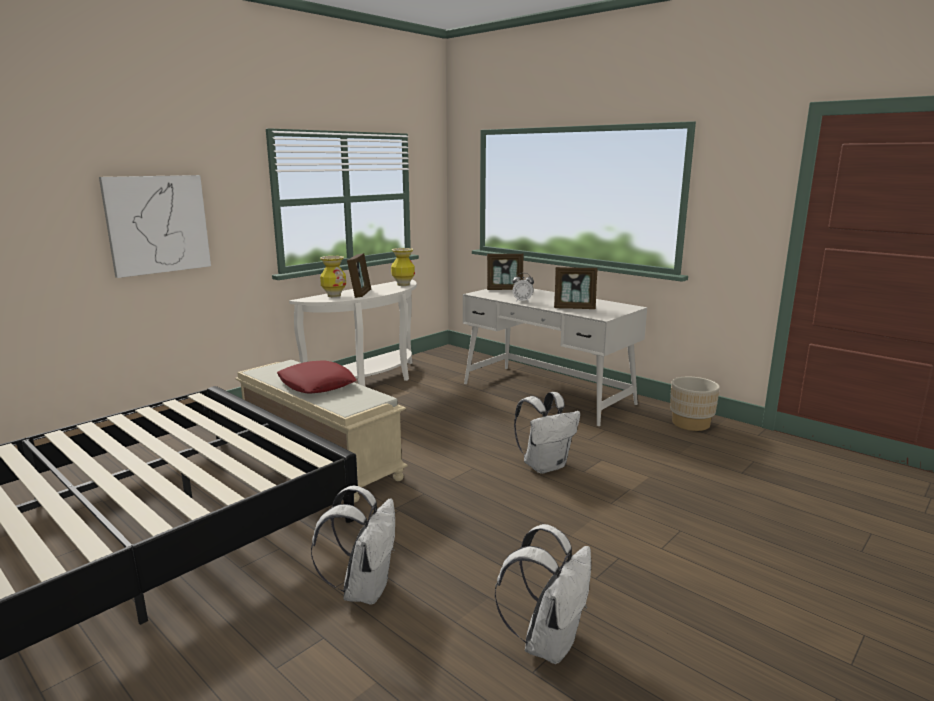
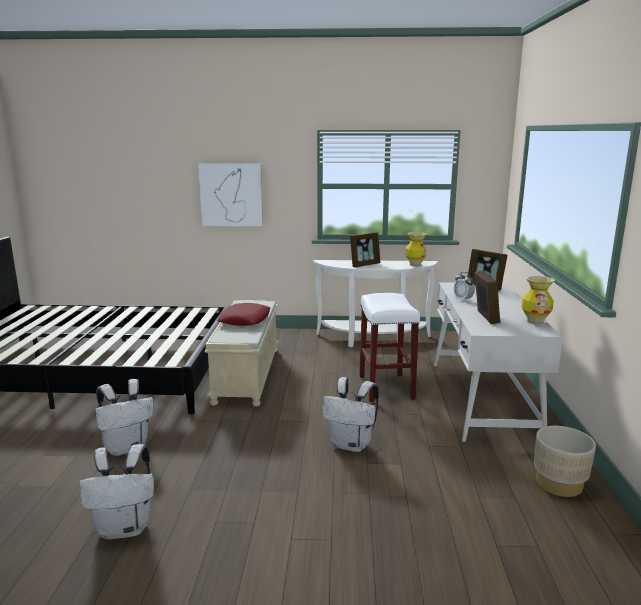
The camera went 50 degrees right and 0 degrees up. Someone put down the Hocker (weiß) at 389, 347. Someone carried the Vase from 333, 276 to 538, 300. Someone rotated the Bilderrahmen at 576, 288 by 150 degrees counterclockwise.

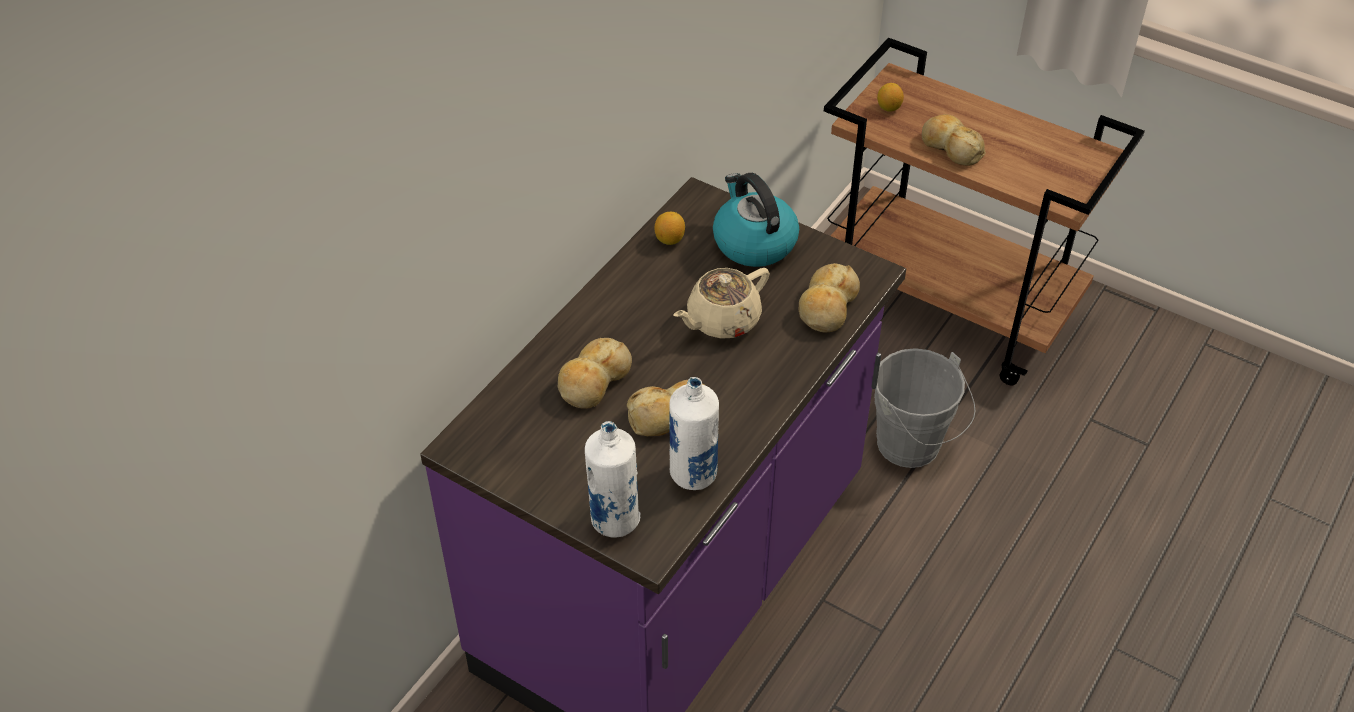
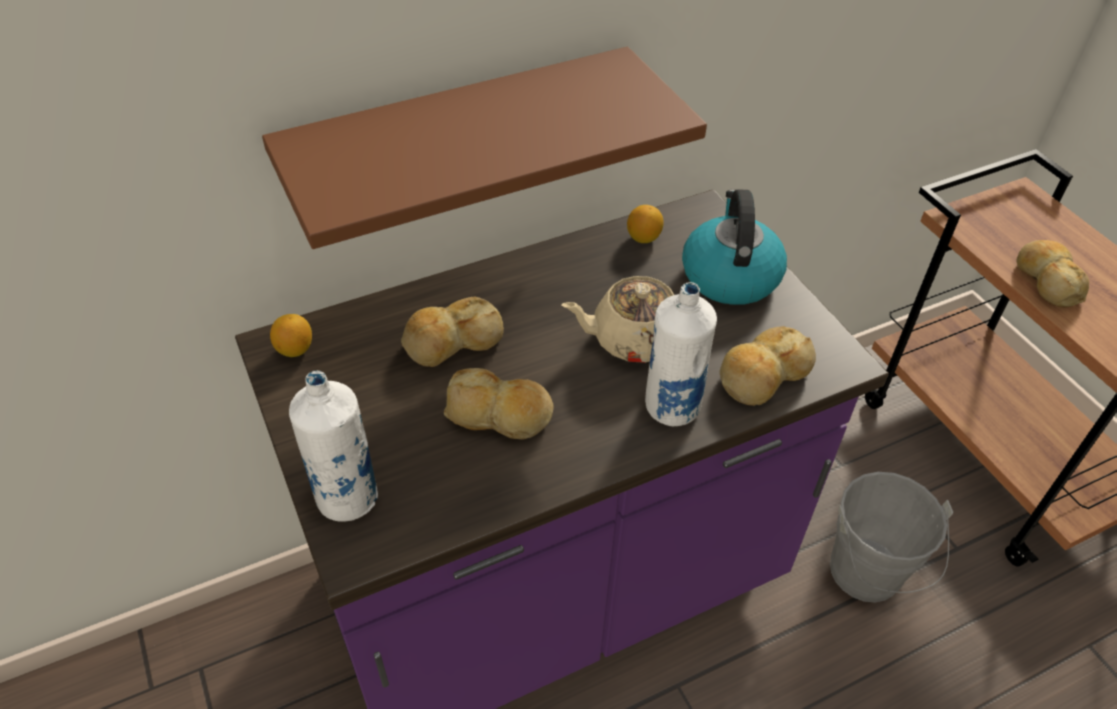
The camera went 30 degrees right and 0 degrees up. Someone put up the Wandregal (braun) at 484, 148. Someone carried the Flasche (weiß) from 694, 433 to 681, 354. Someone carried the Zitrone from 890, 97 to 291, 335.

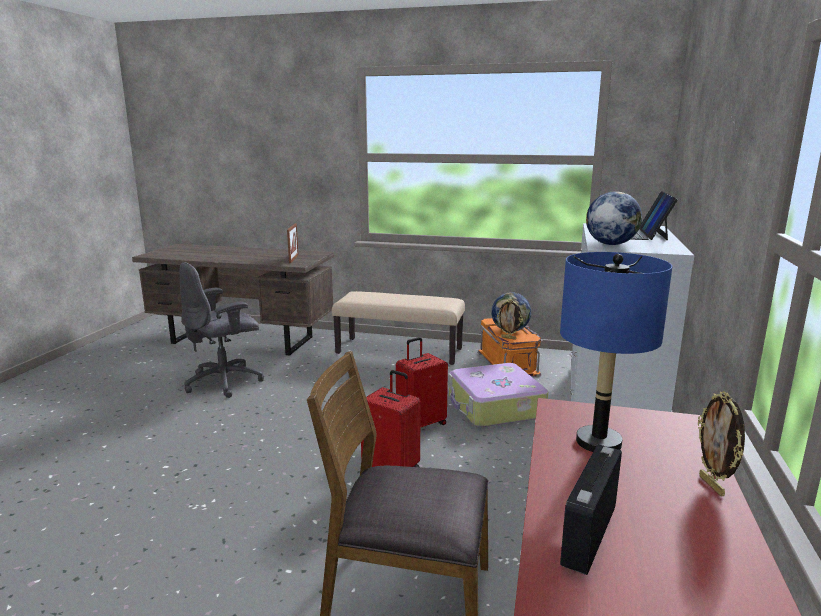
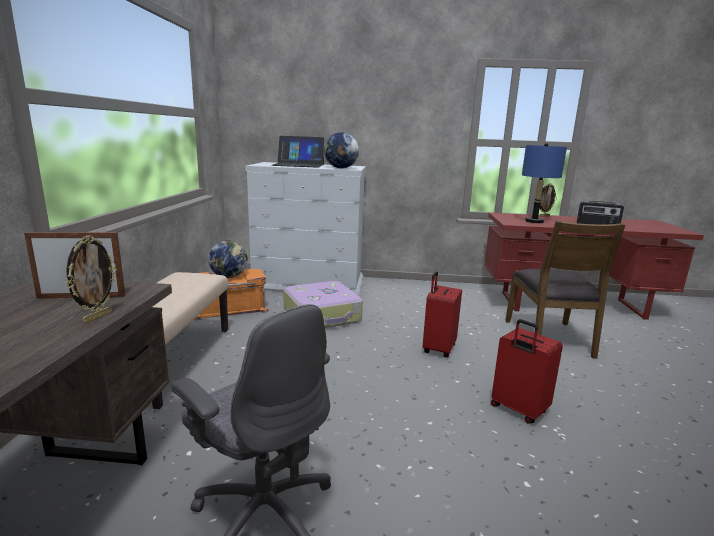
The camera went 100 degrees left and 0 degrees up. Someone carried the Koffer (rot) from 422, 382 to 527, 371. Someone carried the Bilderrahmen from 510, 319 to 91, 279.

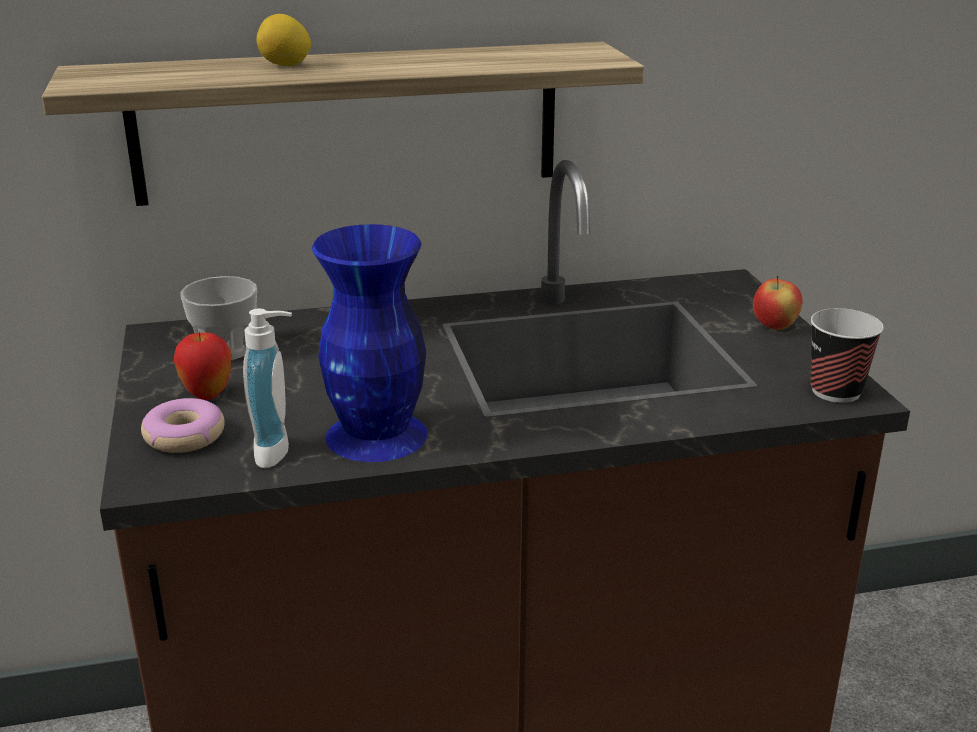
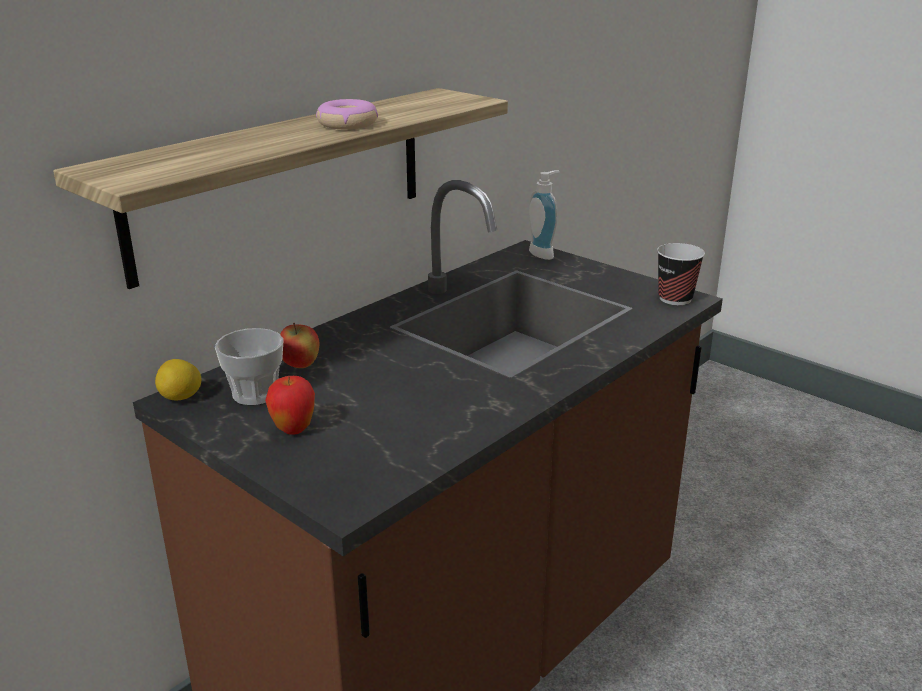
The camera went 35 degrees left and 0 degrees up. Someone took away the Vase (blau) at 369, 343. Someone carried the Donut from 183, 425 to 347, 114. Someone carried the Seifenspender from 267, 388 to 544, 215. Someone carried the Zitrone from 283, 40 to 178, 379. Someone carried the Apfel from 778, 303 to 299, 345.

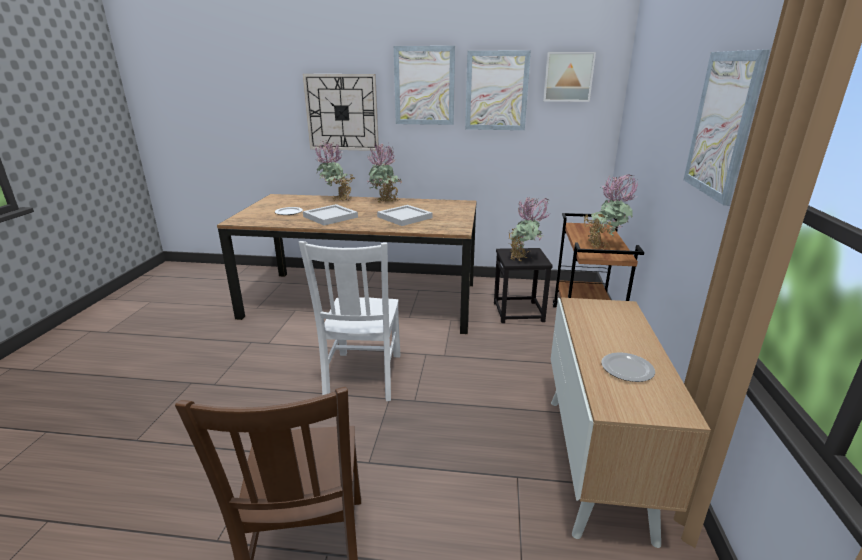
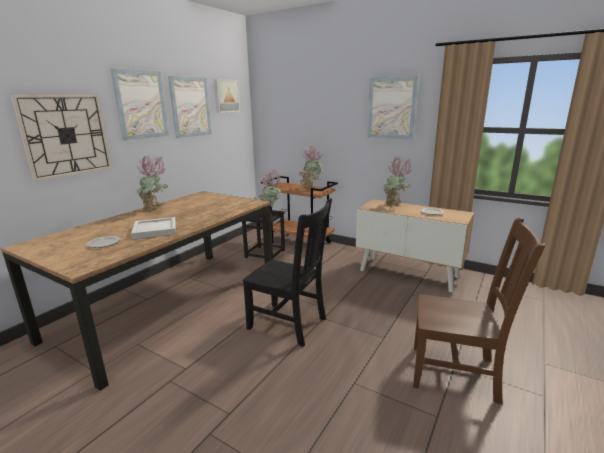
The camera went 65 degrees left and 5 degrees down. Someone took away the Tablett (weiß) at 405, 215. Someone carried the Topfpflanze from 335, 170 to 397, 181. Someone repainted the Stuhl (weiß) at 350, 321, which became the Stuhl (schwarz) at 287, 272.

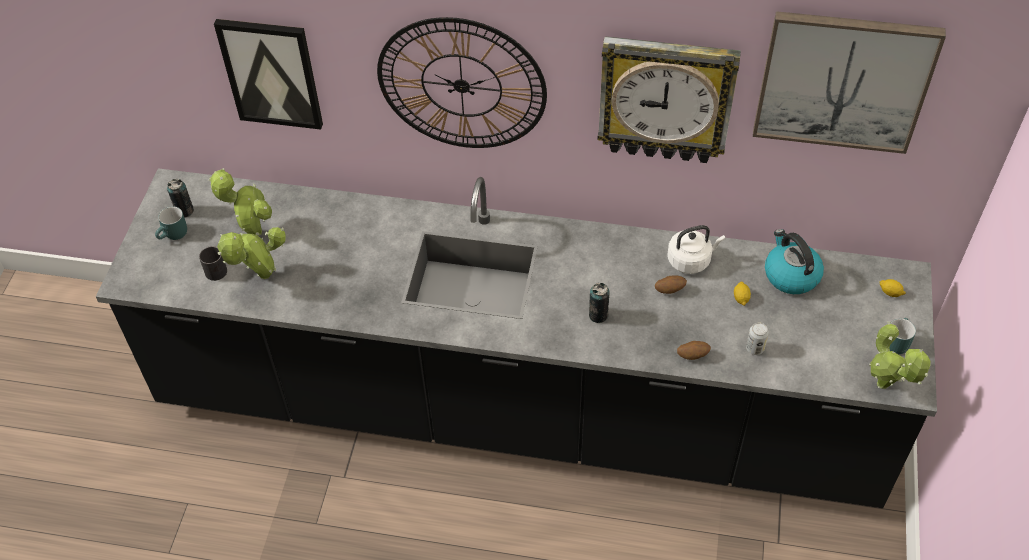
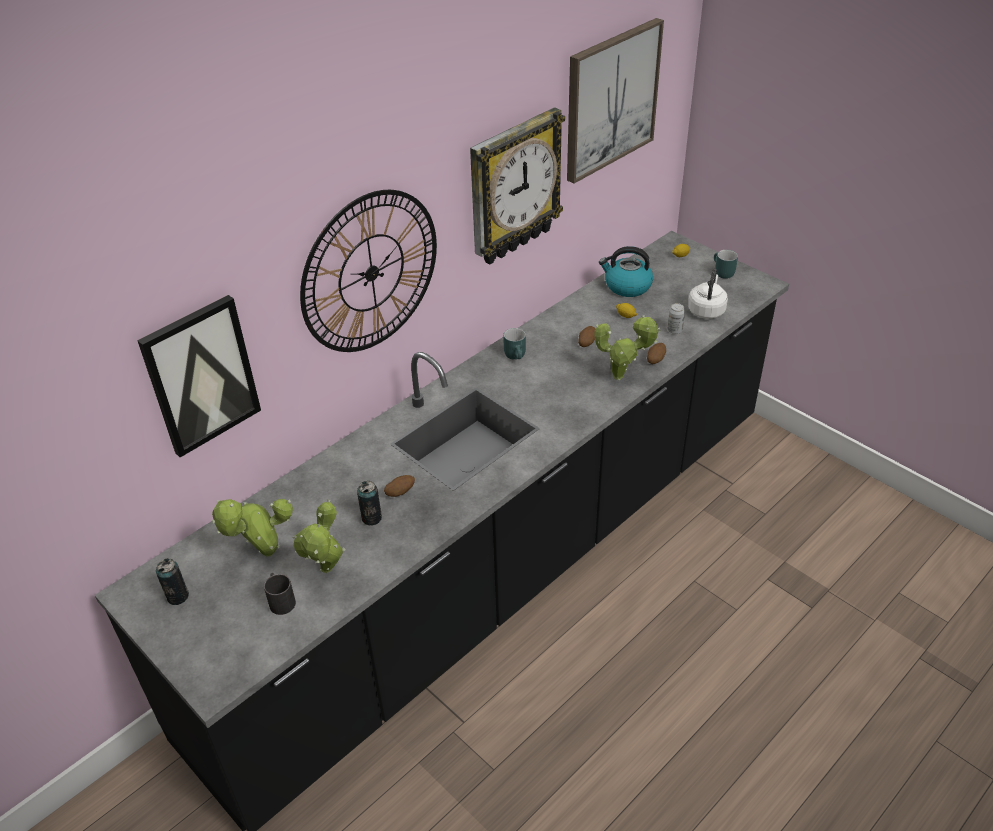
The camera went 55 degrees left and 10 degrees down. Someone put down the Kartoffel at 399, 486. Someone carried the Henkelbecher (türkis) from 171, 223 to 514, 344. Someone carried the Dose from 599, 303 to 369, 503. Someone carried the Wasserkessel (weiß) from 696, 249 to 708, 294. Someone carried the Topfpflanze from 899, 355 to 627, 348.

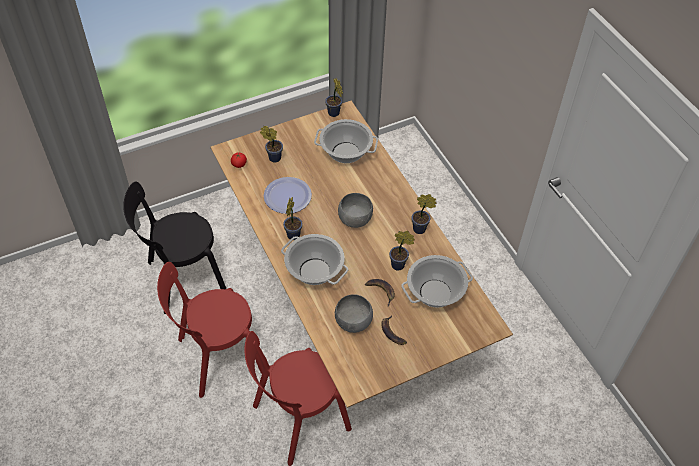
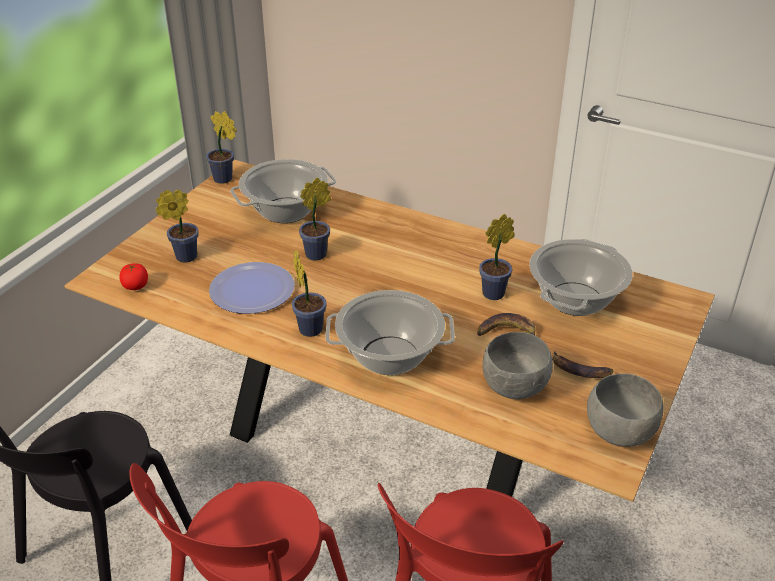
The camera went 35 degrees left and 15 degrees down. Someone carried the Schüssel (grau) from 355, 210 to 625, 410. Someone carried the Topfpflanze from 423, 214 to 315, 219.

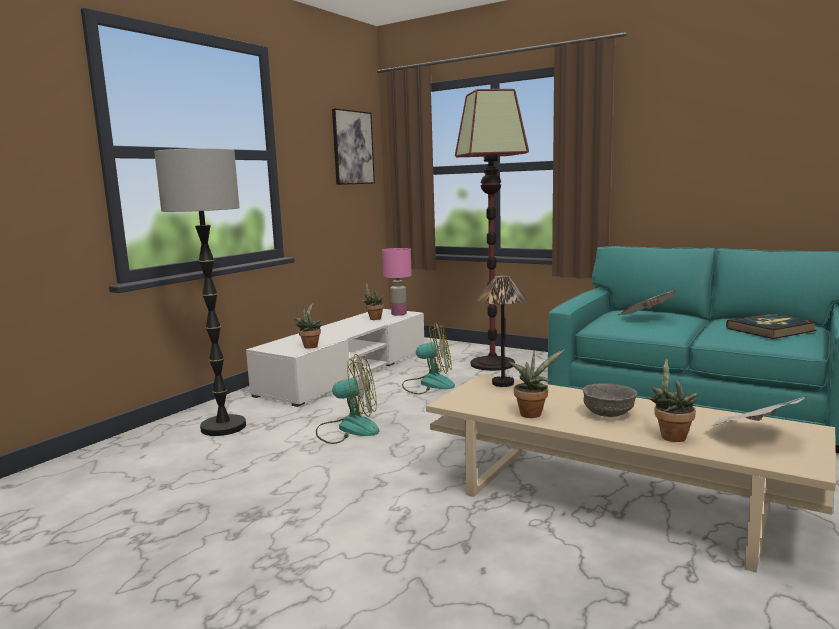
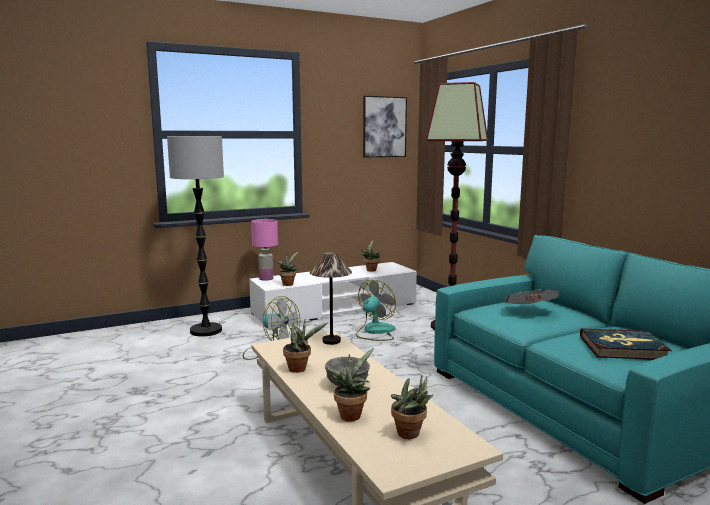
The camera went 30 degrees right and 0 degrees up. Someone carried the Tischlampe (rosa) from 397, 282 to 264, 250. Someone swapped the Zeitung at 758, 411 for the Topfpflanze at 412, 407. Someone rotated the Ventilator at 428, 358 by 90 degrees counterclockwise.

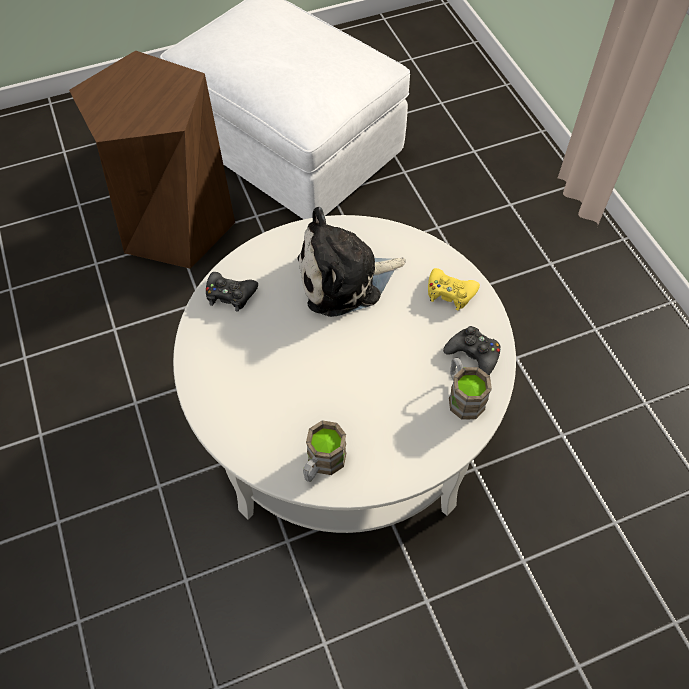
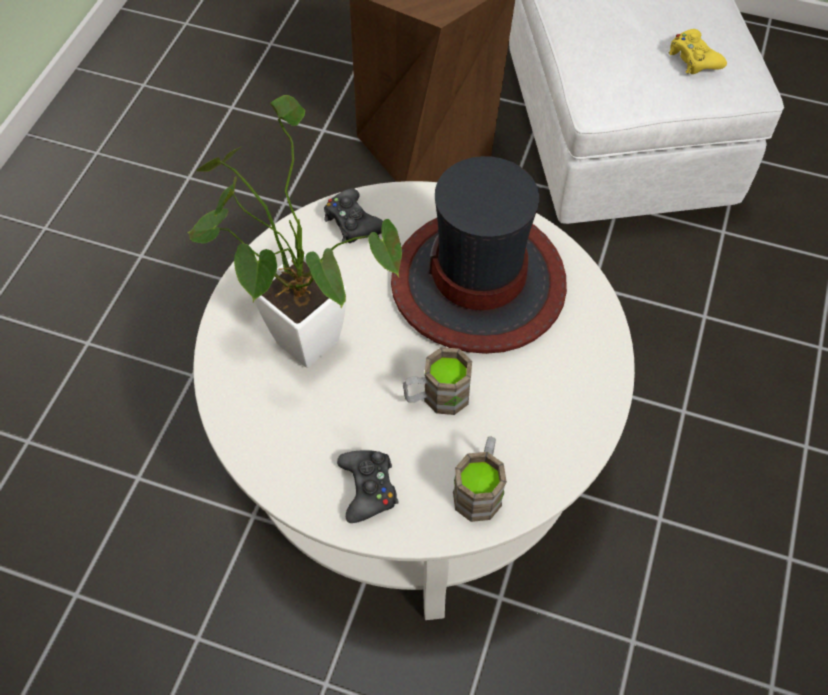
The camera went 40 degrees right and 0 degrees up. Someone put down the Topfpflanze at 294, 231. Someone carried the Henkelbecher (braun) from 324, 451 to 437, 381. Someone carried the Gamepad (gelb) from 454, 289 to 698, 51. Someone carried the Gamepad (schwarz) from 471, 350 to 368, 486. Someone swapped the Plüschtier at 352, 262 for the Hut at 479, 255.

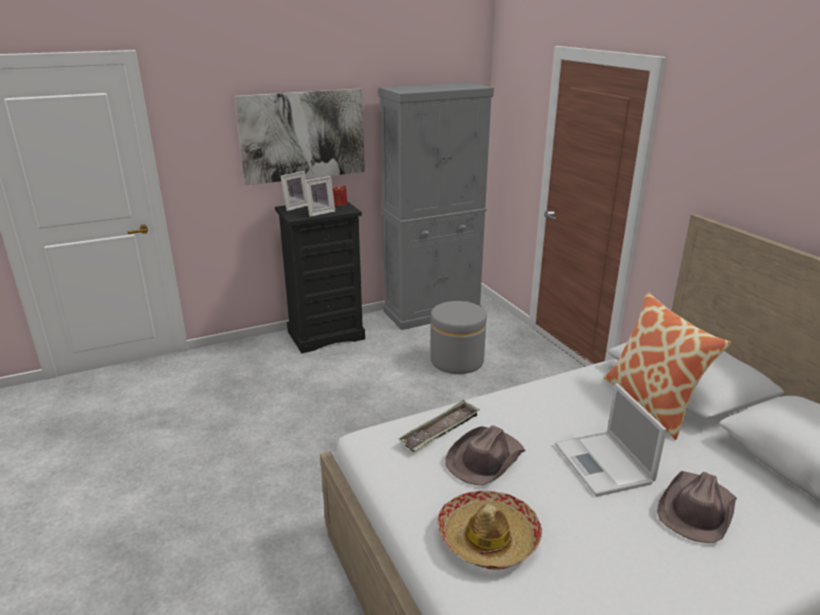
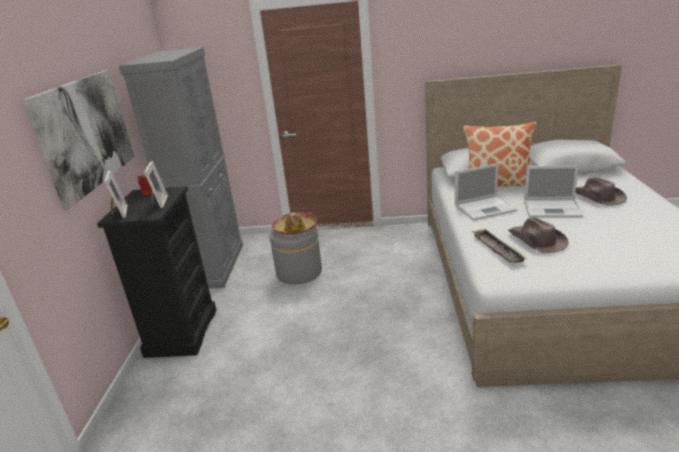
The camera went 60 degrees left and 0 degrees up. Someone put down the Laptop at 486, 192. Someone carried the Hut from 490, 530 to 294, 223.

